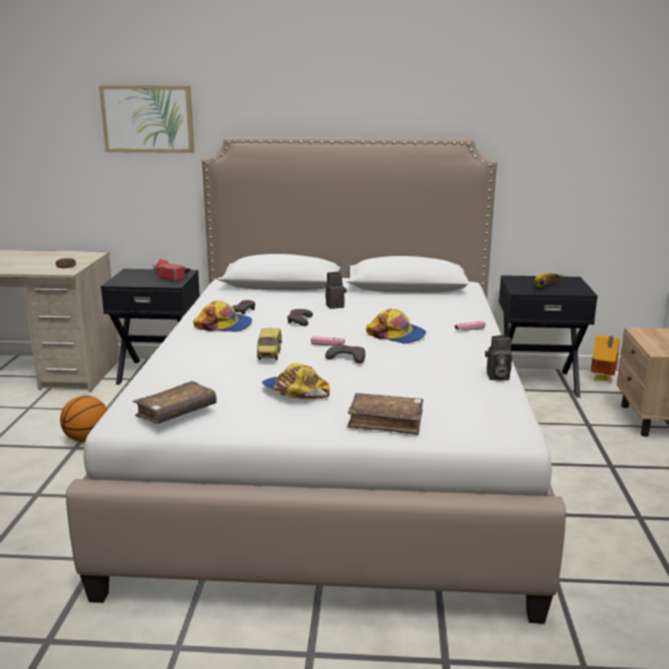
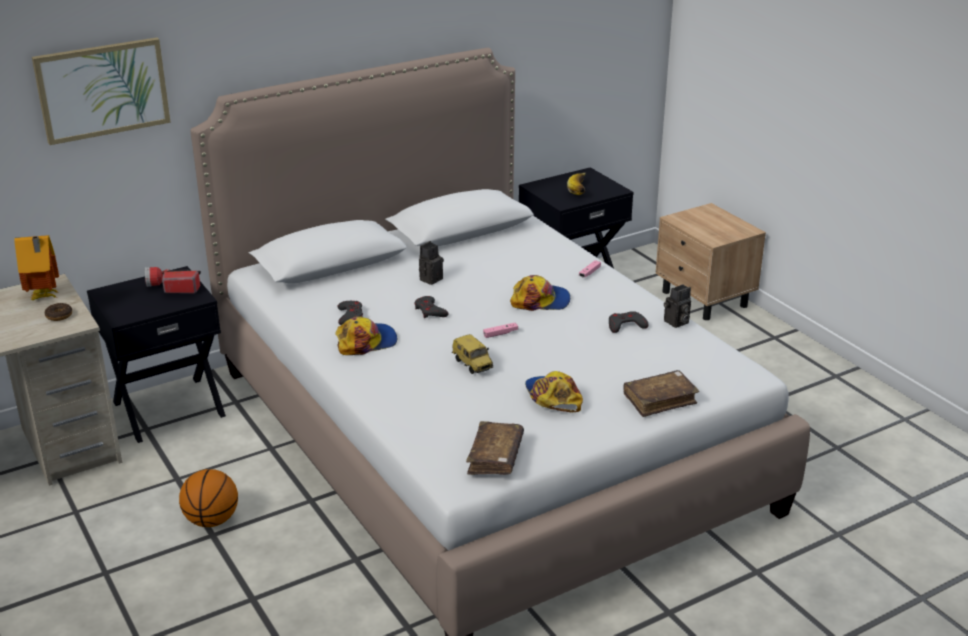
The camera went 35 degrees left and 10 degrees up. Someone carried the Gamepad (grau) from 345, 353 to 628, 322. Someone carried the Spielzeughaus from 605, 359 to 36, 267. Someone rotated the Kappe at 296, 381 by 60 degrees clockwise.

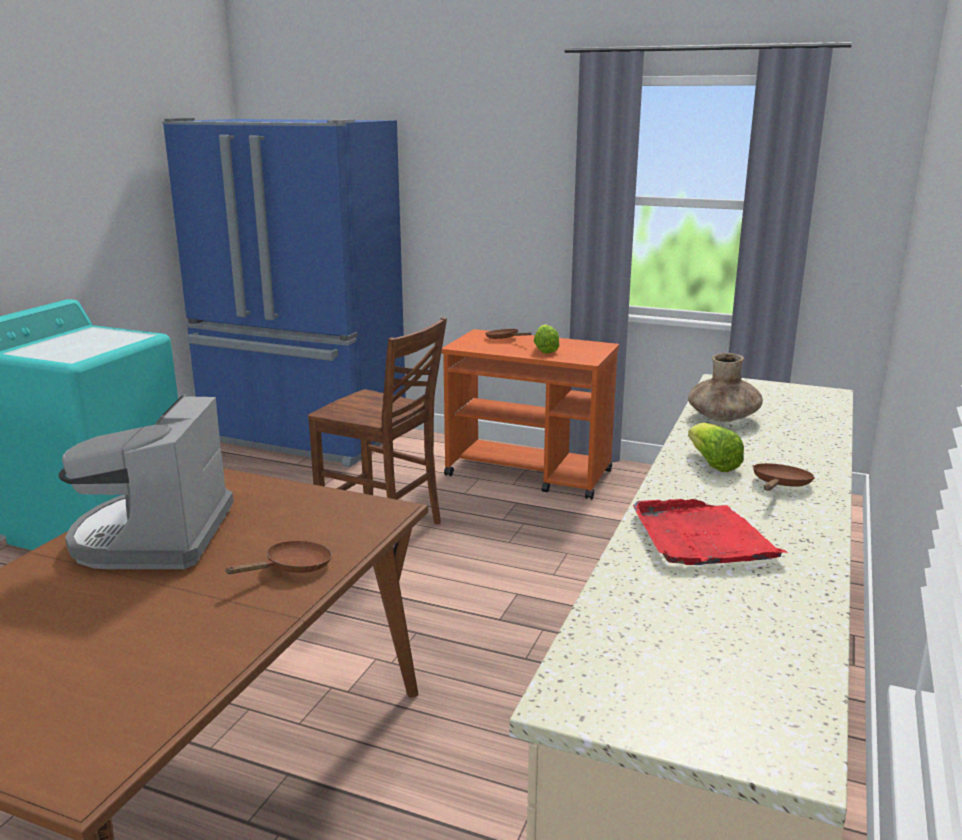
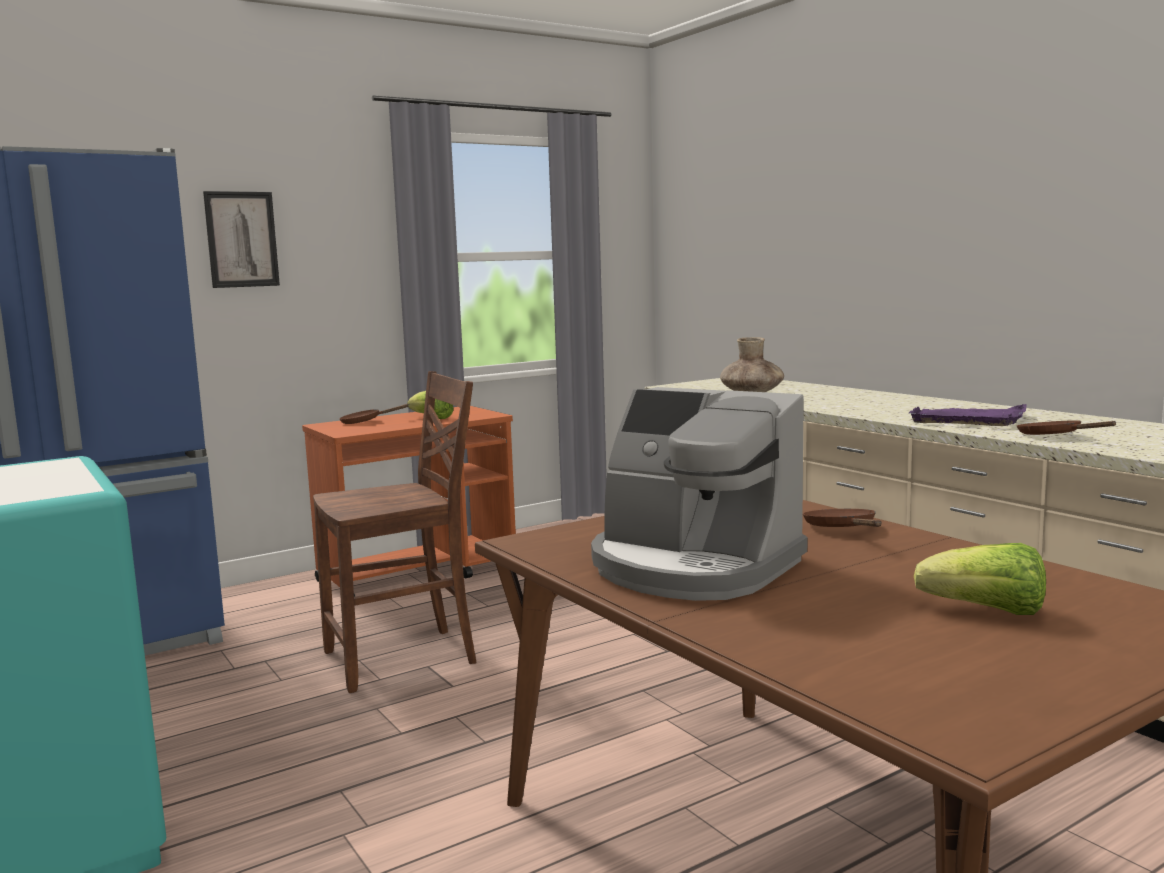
The camera went 55 degrees left and 10 degrees down. Someone put up the Bild at 241, 239. Someone carried the Salatkopf from 716, 447 to 980, 579. Someone carried the Pfanne (braun) from 784, 477 to 1067, 427. Someone repainted the Tablett (rot) at 710, 532, which became the Tablett (lila) at 968, 415.

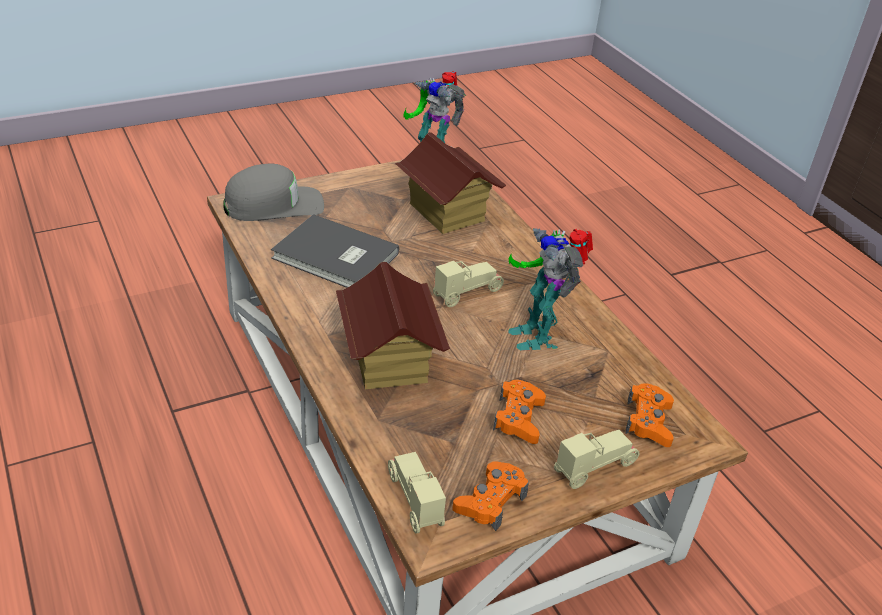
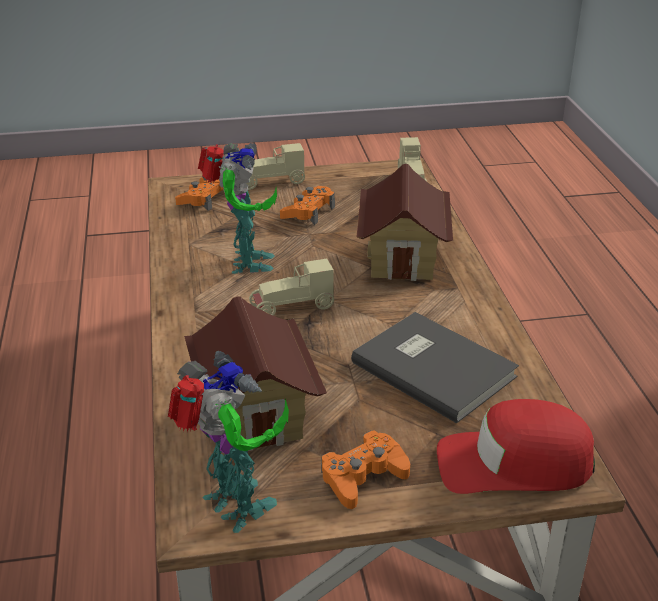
The camera went 160 degrees left and 5 degrees down. Someone carried the Gamepad (orange) from 490, 496 to 365, 469. Someone repainted the Kappe (grau) at 273, 192, which became the Kappe (rot) at 516, 446.

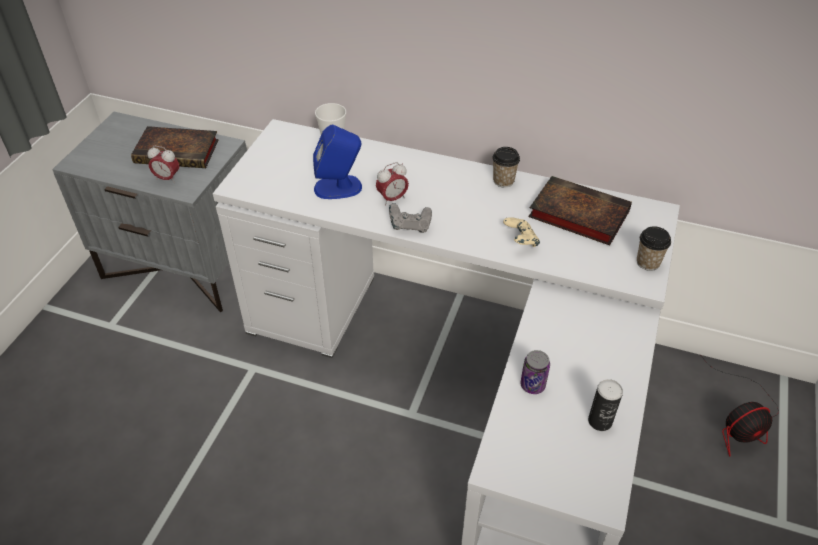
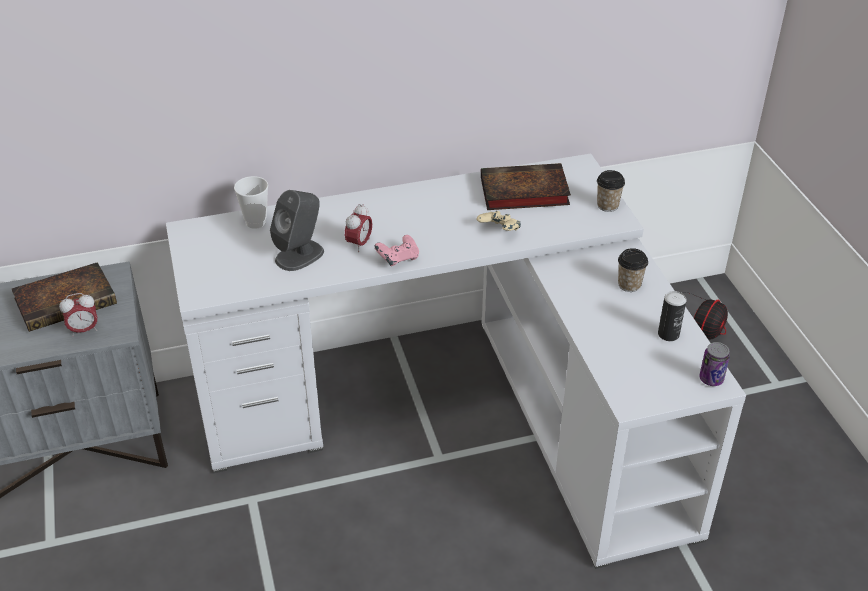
The camera went 35 degrees left and 5 degrees down. Someone carried the Tasse from 506, 167 to 633, 270. Someone carried the Dose from 535, 372 to 714, 364. Someone repainted the Lautsprecher (blau) at 337, 162, which became the Lautsprecher (grau) at 297, 230. Someone repainted the Gamepad (grau) at 410, 218, which became the Gamepad (rosa) at 397, 250.

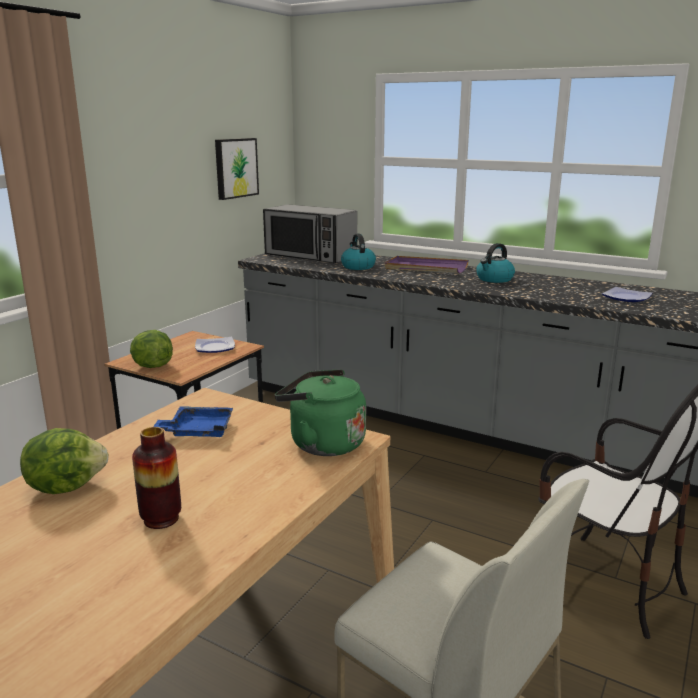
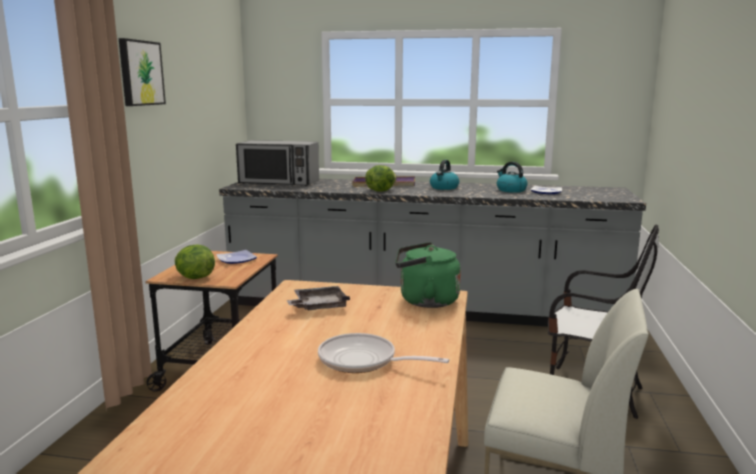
The camera went 20 degrees left and 5 degrees down. Someone carried the Salatkopf from 64, 461 to 381, 178. Someone carried the Bild from 237, 169 to 142, 72. Someone carried the Wasserkessel from 358, 252 to 512, 177. Someone swapped the Vase at 156, 478 for the Pfanne at 383, 353. Someone repainted the Tablett (blau) at 193, 421, which became the Tablett (grau) at 318, 298.

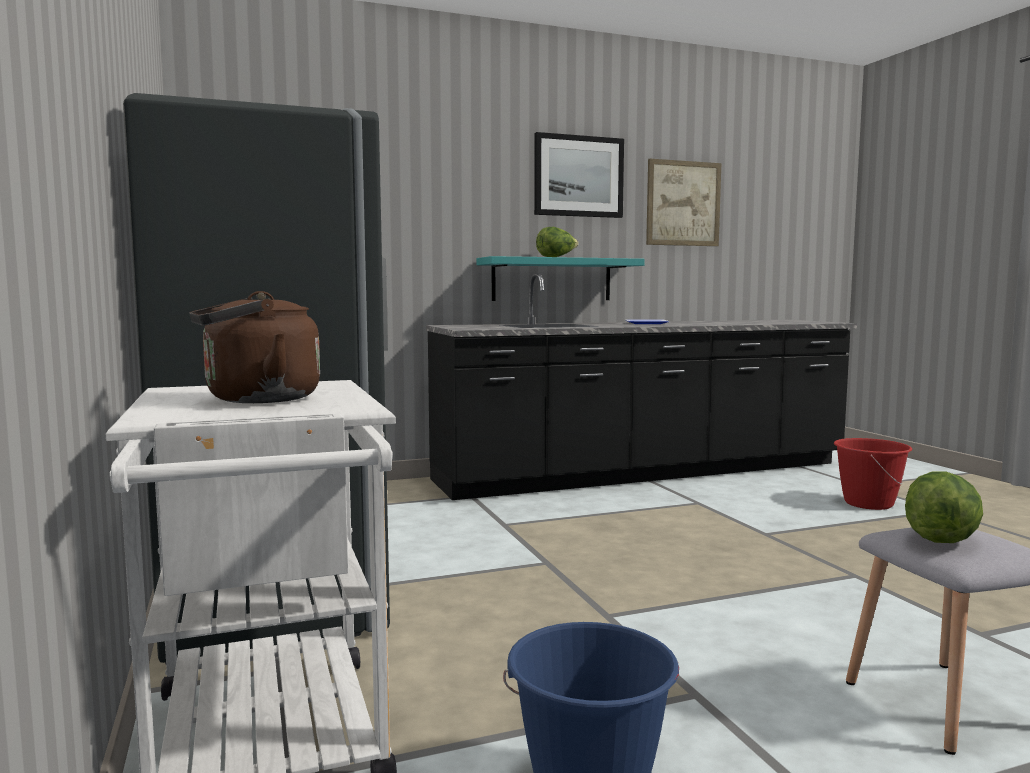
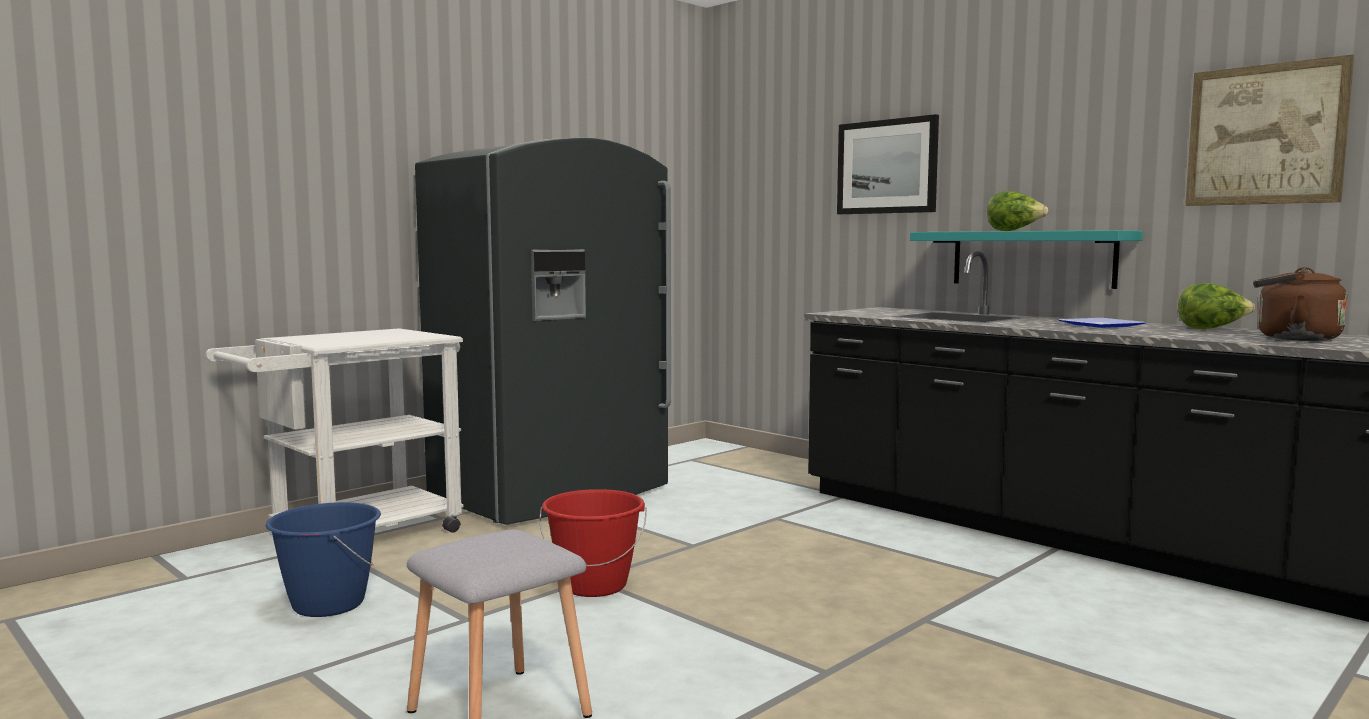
The camera went 65 degrees right and 0 degrees up. Someone carried the Wasserkessel (braun) from 254, 347 to 1300, 304. Someone carried the Bild from 579, 175 to 888, 164. Someone carried the Eimer (rot) from 873, 474 to 593, 543. Someone carried the Salatkopf from 944, 507 to 1216, 306.

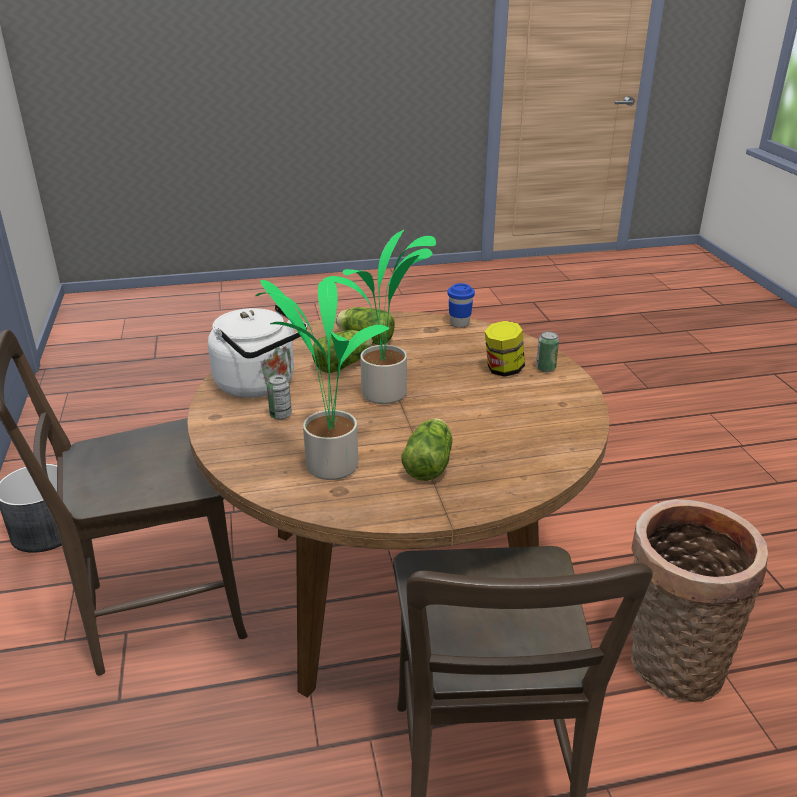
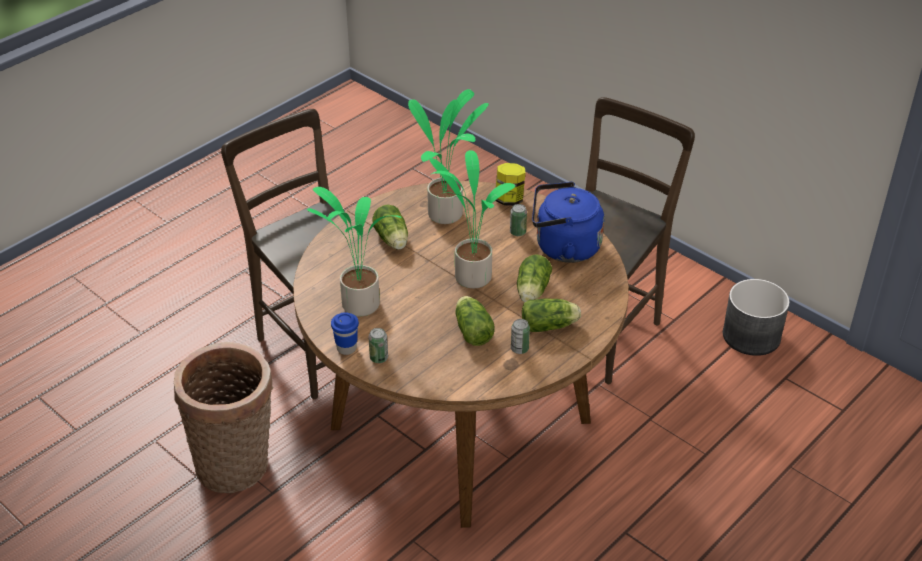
The camera went 145 degrees right and 10 degrees up. Someone put down the Topfpflanze at 354, 251. Someone put down the Salatkopf at 475, 321. Someone put down the Dose at 520, 336. Someone carried the Tasse (blau) from 461, 305 to 345, 333. Someone carried the Vorratsglas from 505, 349 to 510, 184. Someone repainted the Wasserkessel (weiß) at 257, 351, which became the Wasserkessel (blau) at 568, 222.

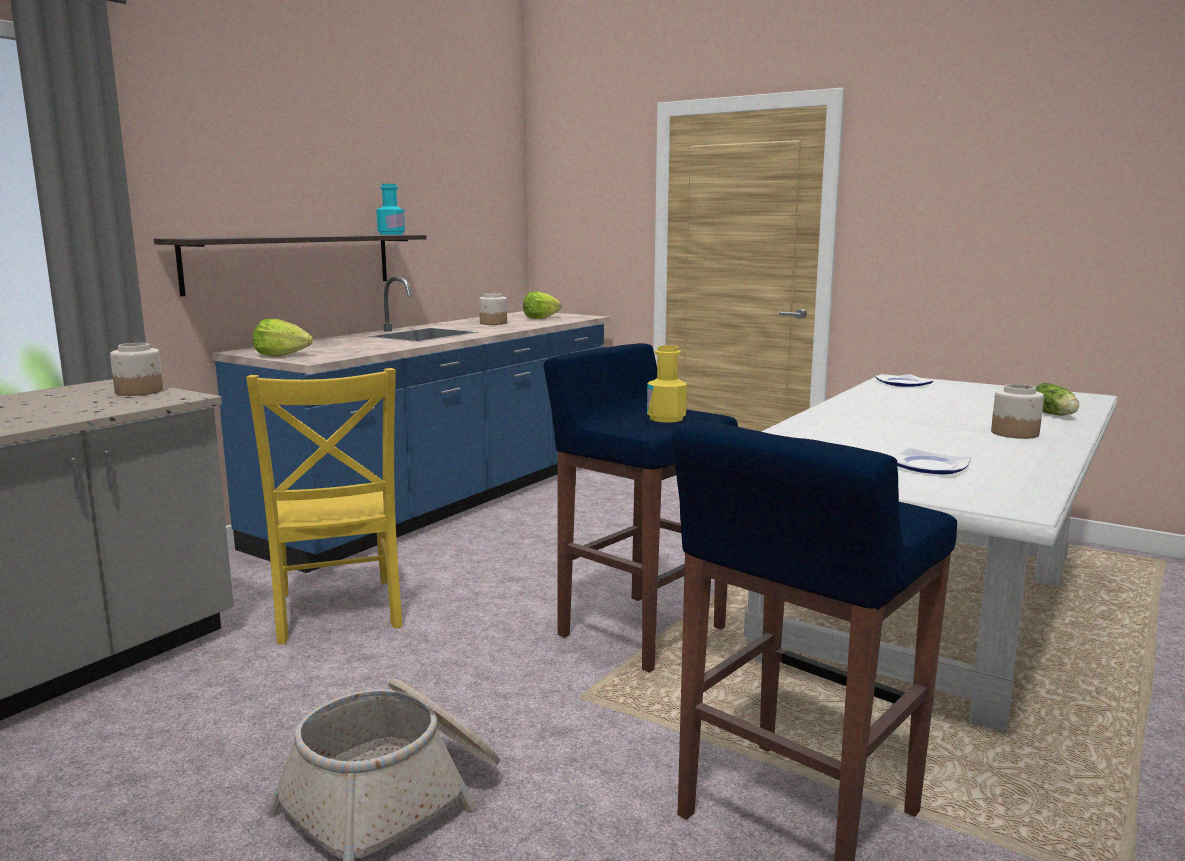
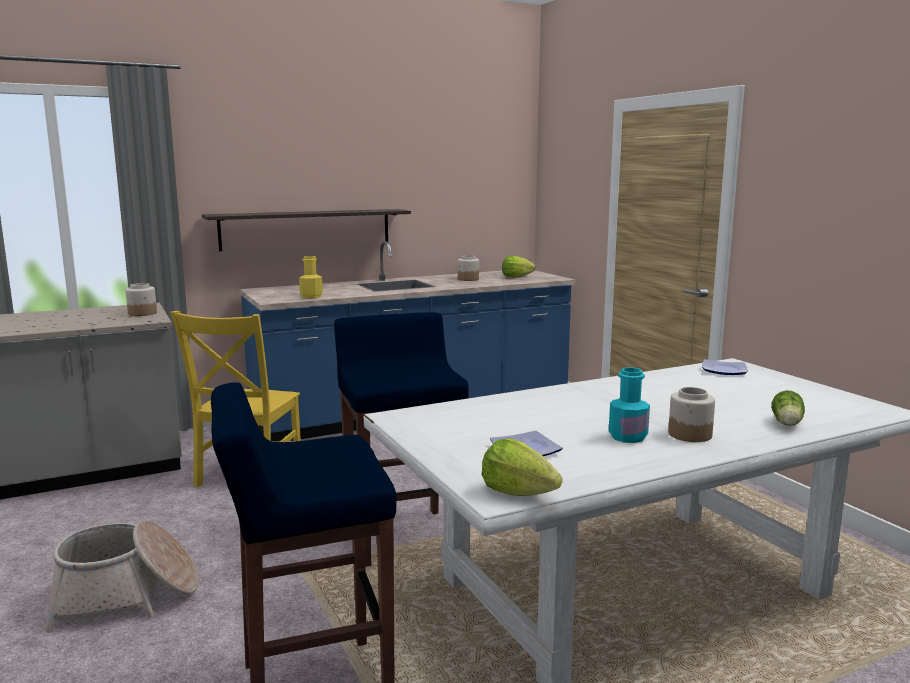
The camera went 30 degrees right and 0 degrees up. Someone carried the Salatkopf from 283, 337 to 521, 467. Someone carried the Flasche (türkis) from 390, 209 to 629, 405. Someone carried the Flasche (gelb) from 667, 384 to 311, 277.

